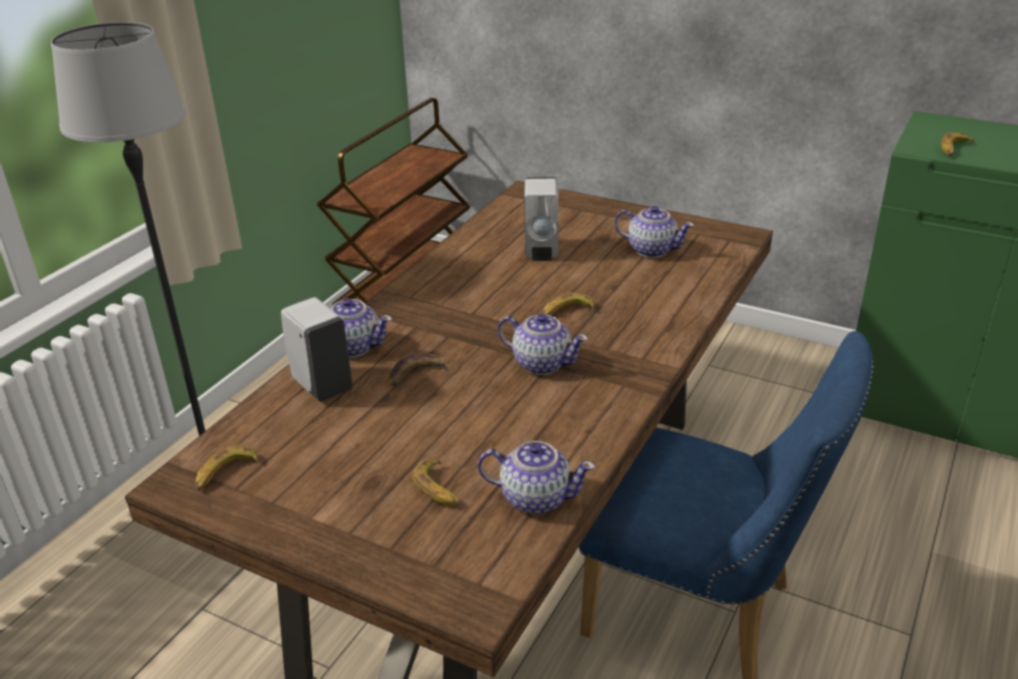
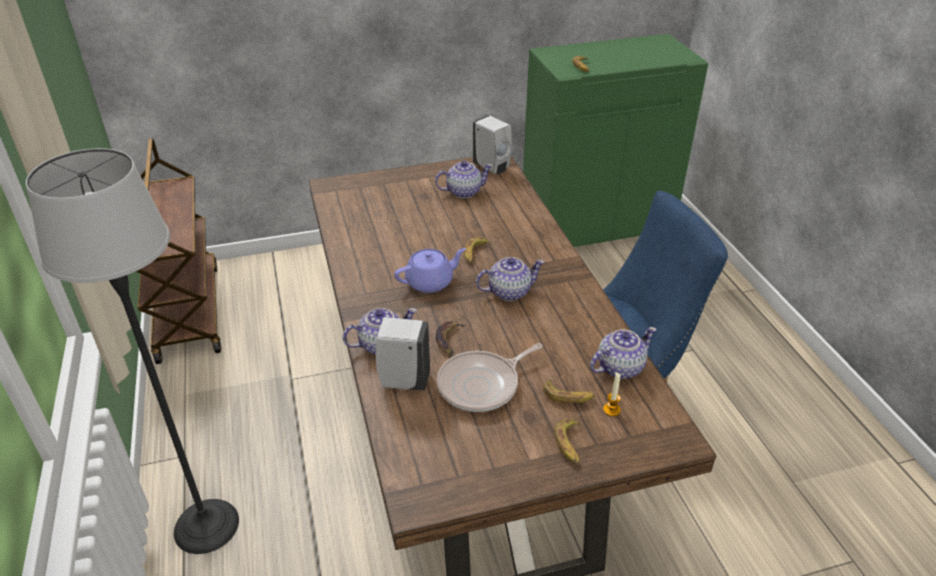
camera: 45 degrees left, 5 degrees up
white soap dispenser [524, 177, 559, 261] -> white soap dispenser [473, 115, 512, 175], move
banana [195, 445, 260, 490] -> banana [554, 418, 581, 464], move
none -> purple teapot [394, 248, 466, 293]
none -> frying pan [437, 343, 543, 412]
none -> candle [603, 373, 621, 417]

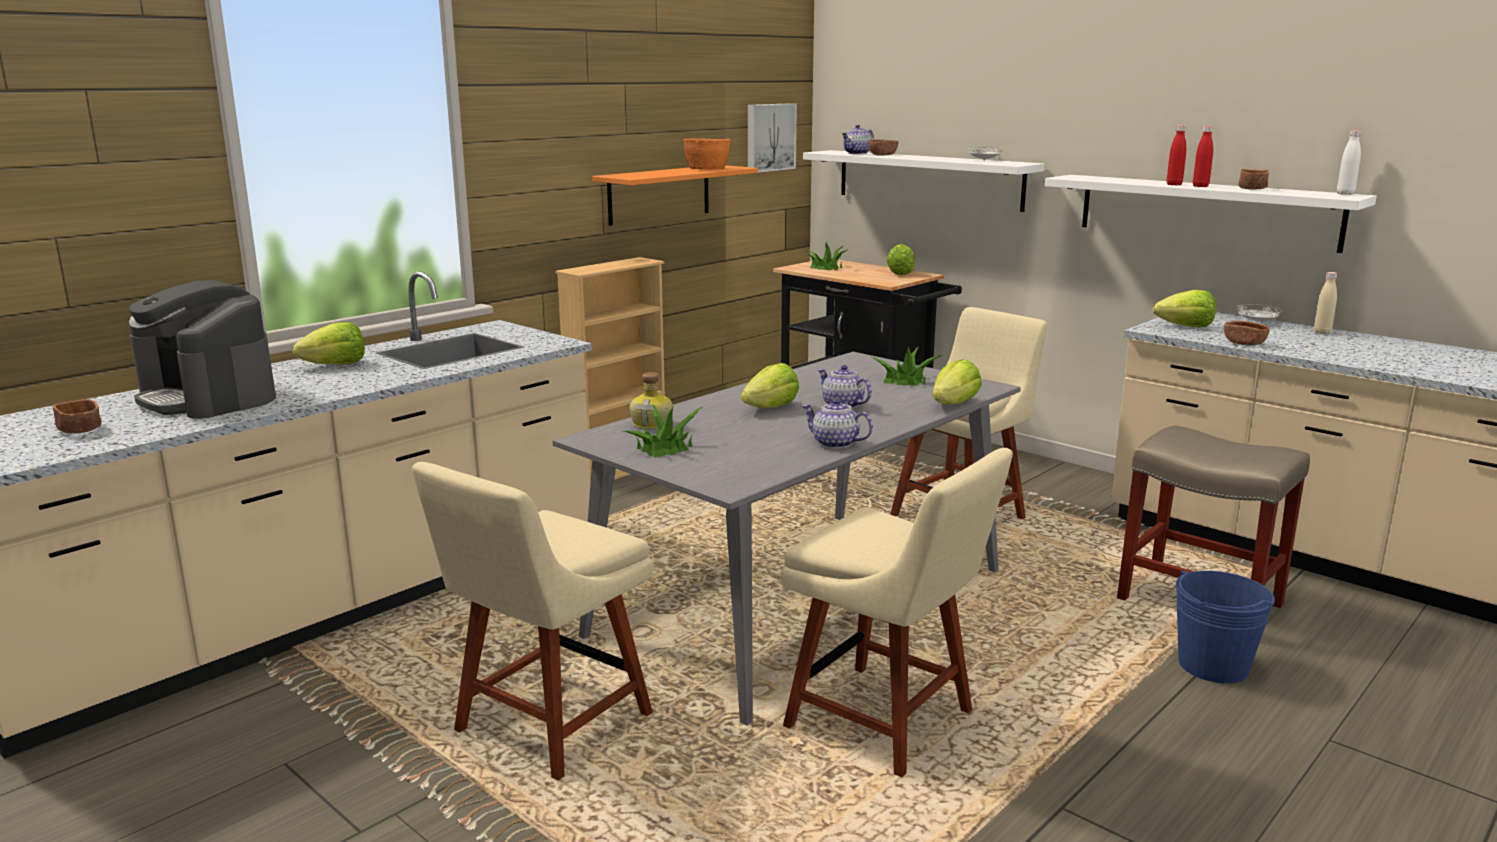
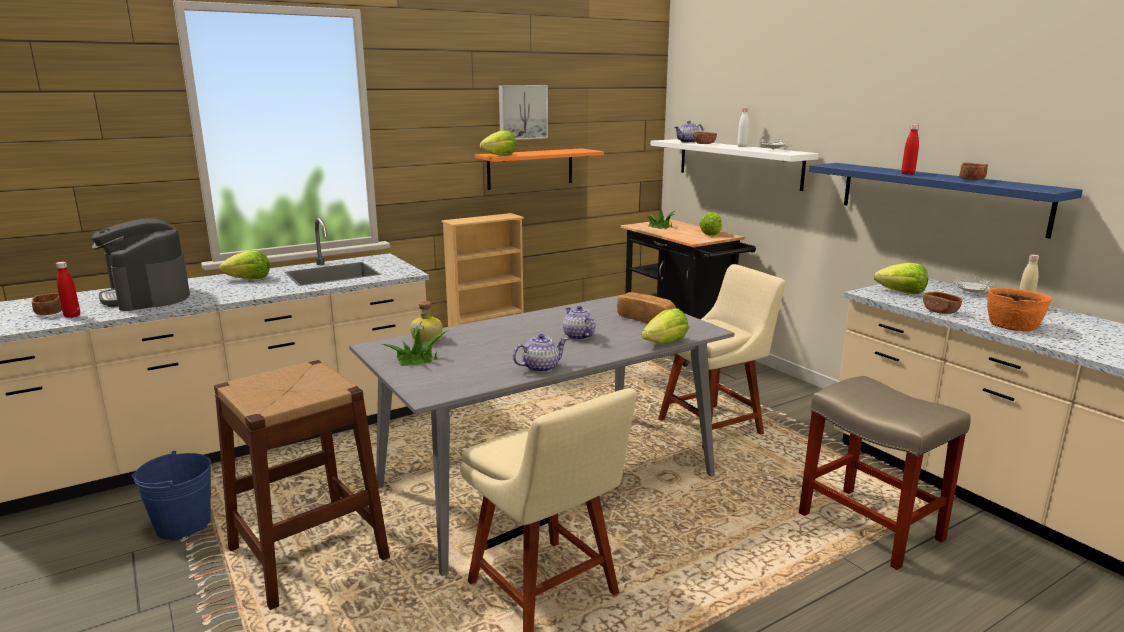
camera: 15 degrees right, 0 degrees up
picture [748, 103, 797, 172] -> picture [499, 85, 548, 140], move
red bottle [1193, 126, 1213, 187] -> red bottle [56, 262, 80, 318], move
white bottle [1337, 130, 1362, 195] -> white bottle [737, 108, 749, 147], move
orange bowl [684, 138, 730, 169] -> orange bowl [987, 287, 1052, 331], move
white shelf [1045, 175, 1377, 253] -> blue shelf [809, 163, 1083, 239]
potted plant [871, 346, 942, 386] -> bread [617, 292, 676, 323]
lettuce [741, 363, 799, 408] -> lettuce [480, 130, 516, 155], move
teapot [802, 399, 873, 449] -> teapot [513, 334, 568, 373], 105 degrees clockwise
beige chair [412, 462, 653, 780] -> brown stool [214, 360, 390, 610]
blue bucket [1176, 570, 1275, 683] -> blue bucket [132, 451, 211, 540], move

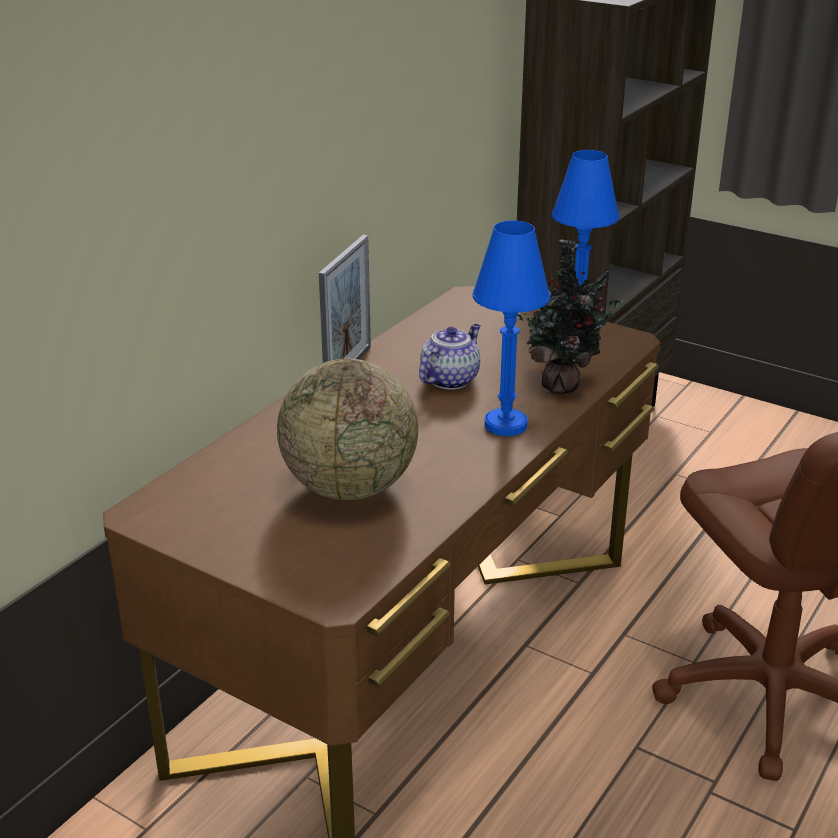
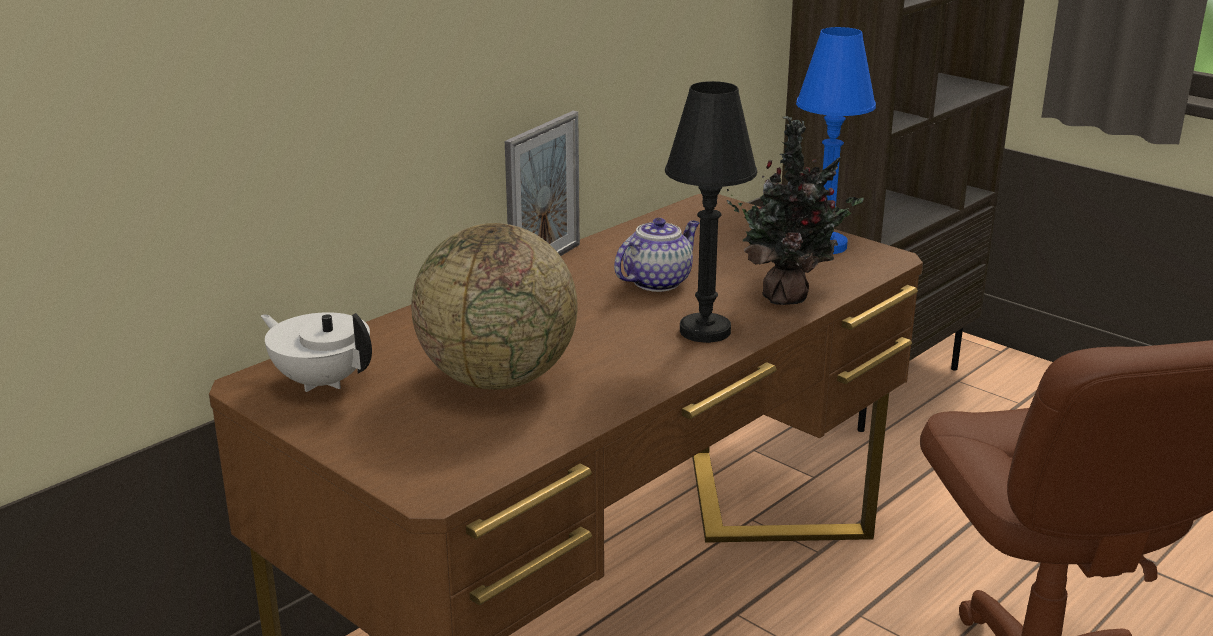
camera: 10 degrees right, 5 degrees down
blue table lamp [473, 220, 550, 436] -> black table lamp [665, 81, 757, 343]
none -> white teapot [261, 312, 372, 392]

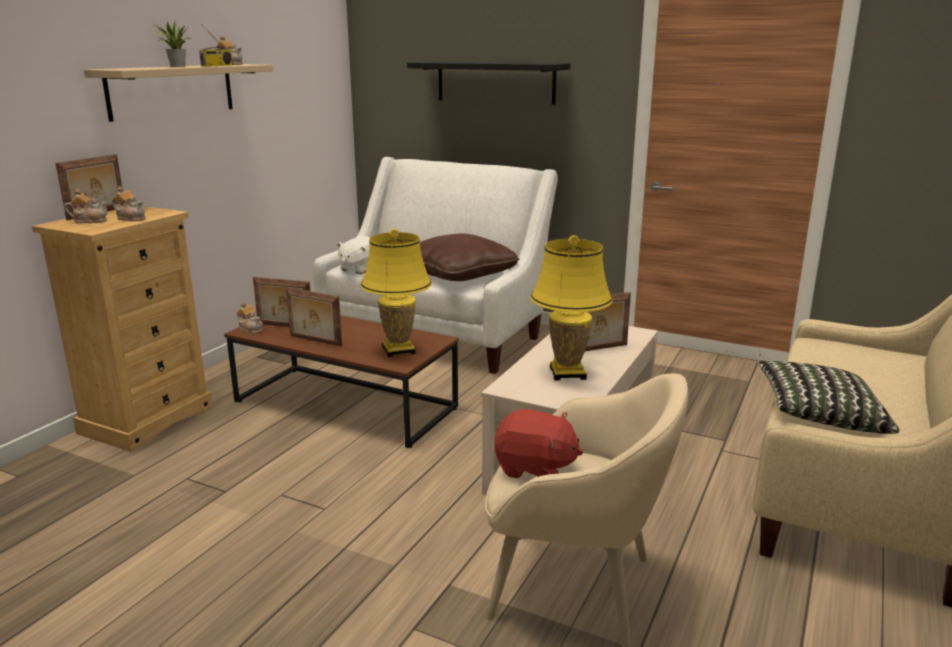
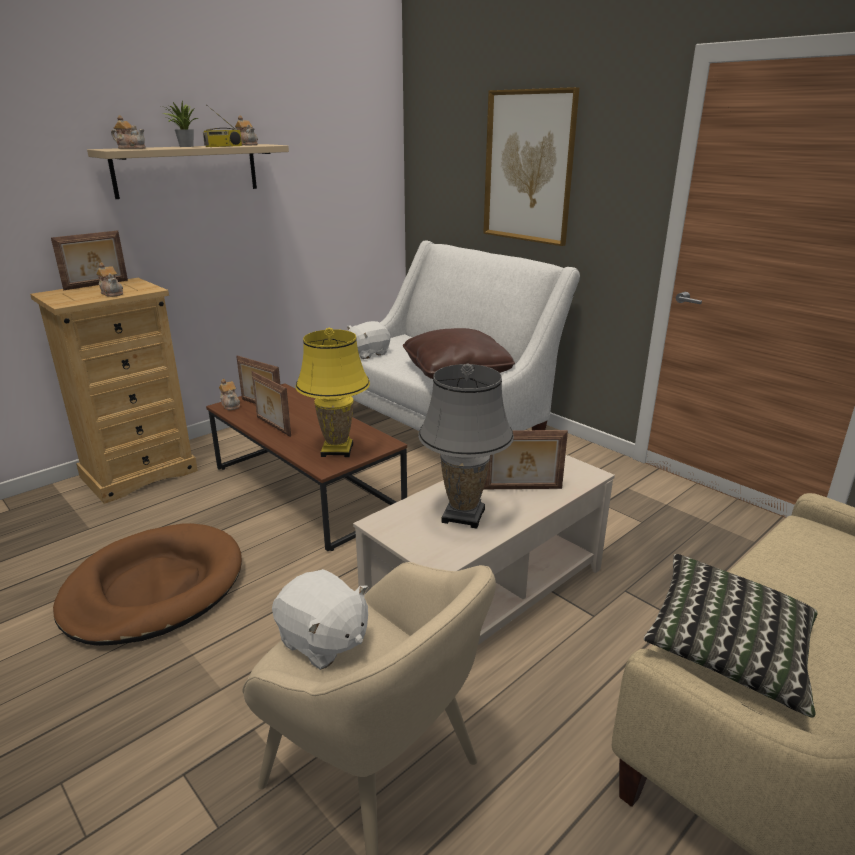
camera: 20 degrees right, 5 degrees up
black shelf [407, 62, 571, 105] -> picture [483, 87, 579, 246]
teapot [64, 189, 108, 223] -> teapot [111, 115, 146, 149], move
yellow table lamp [531, 235, 613, 380] -> grey table lamp [418, 363, 514, 529]
red plush toy [494, 409, 583, 478] -> white plush toy [272, 569, 368, 670]
none -> brown dog bed [53, 523, 242, 646]

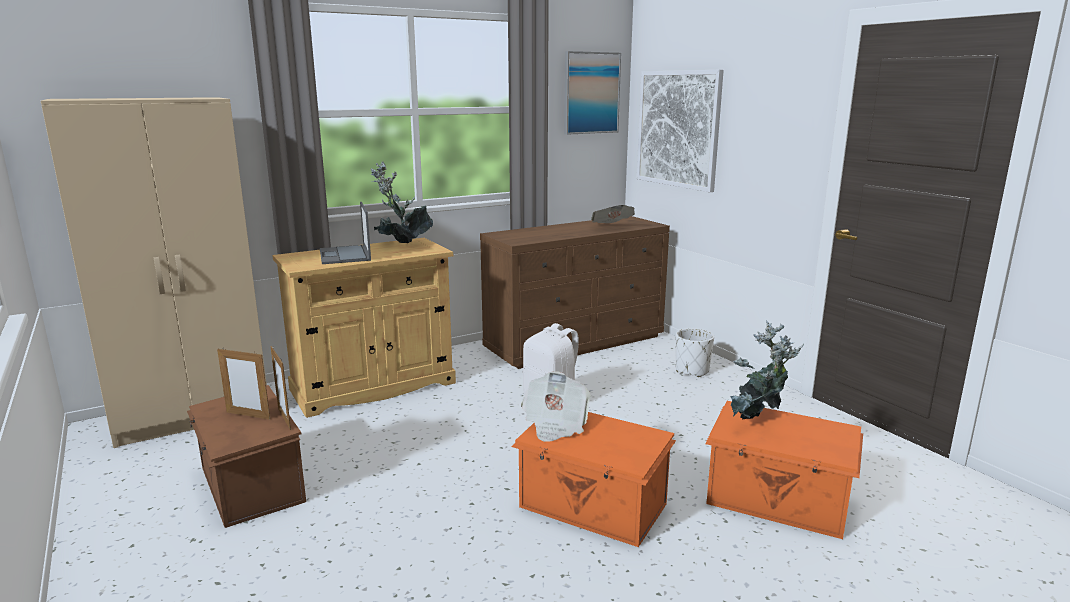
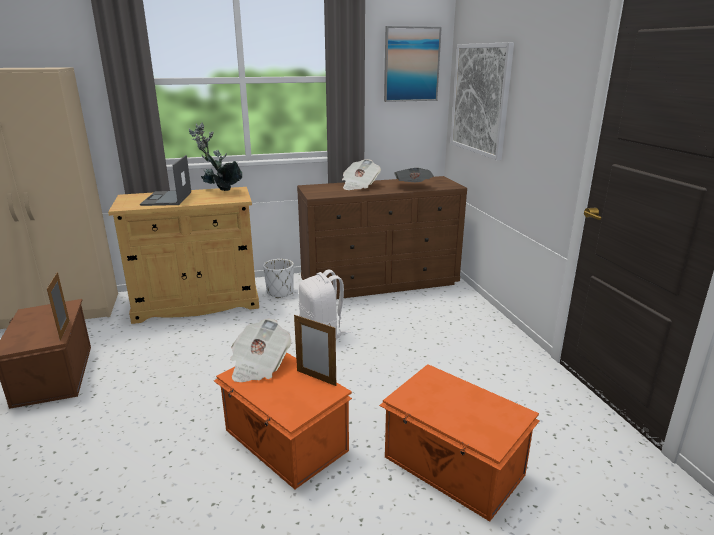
camera: 15 degrees right, 5 degrees up
potted plant [731, 321, 804, 419] -> none
white planter [676, 328, 714, 377] -> white planter [263, 259, 294, 298], move
picture frame [217, 347, 270, 419] -> picture frame [294, 314, 336, 386], move
none -> newspaper [342, 159, 381, 190]

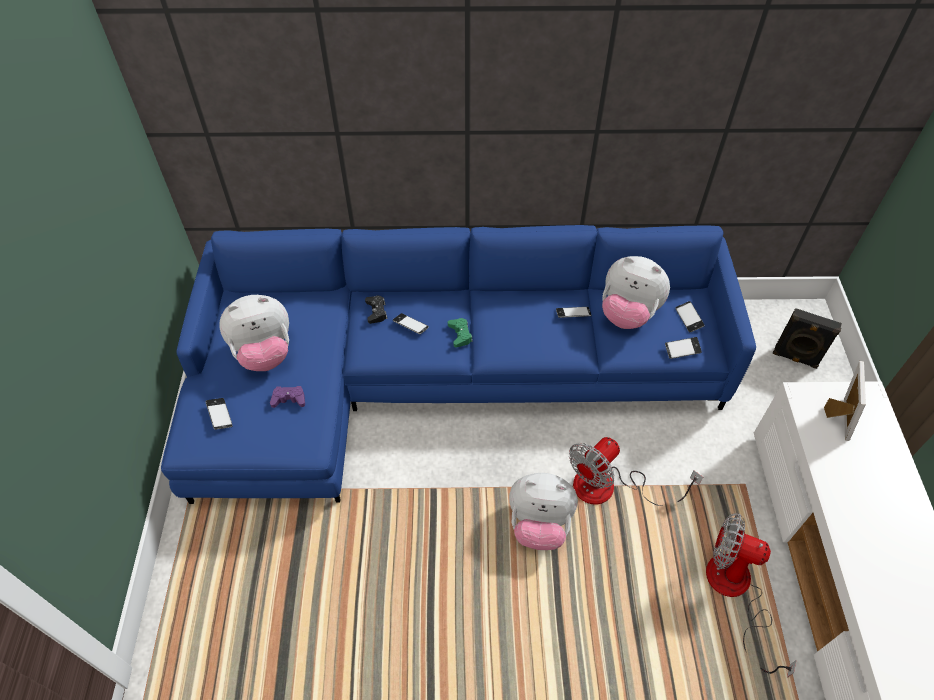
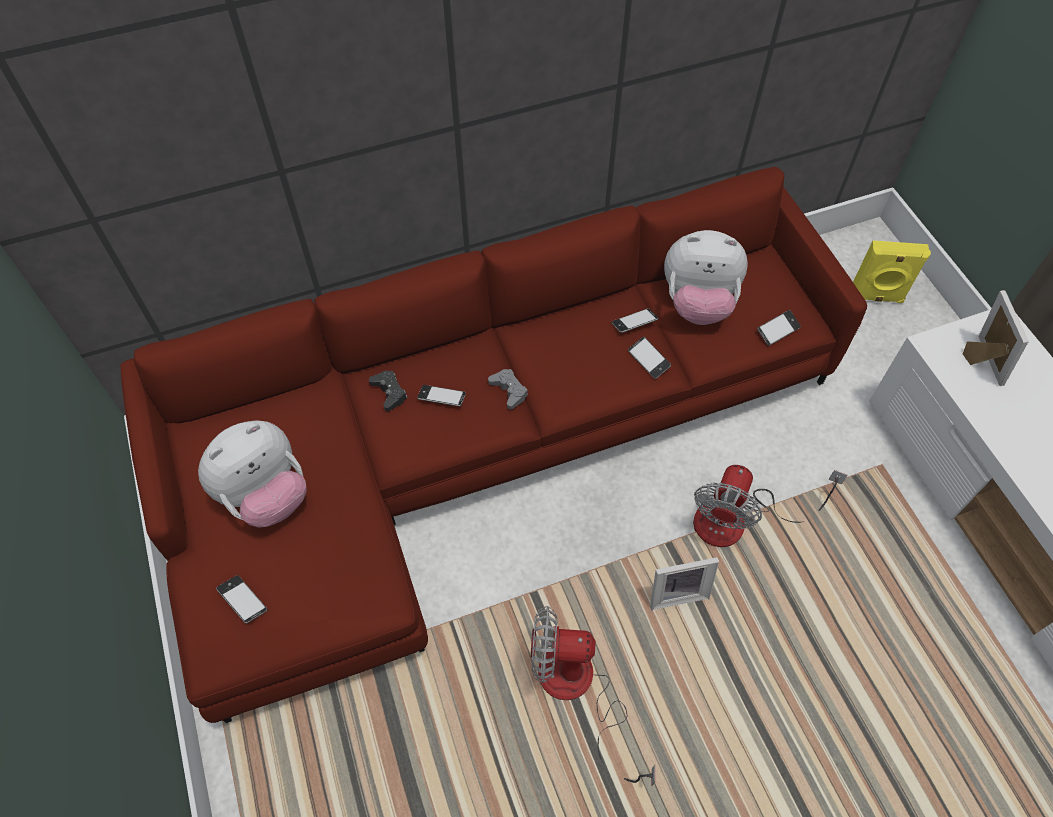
camera: 20 degrees left, 5 degrees up
blue sofa [161, 225, 756, 504] -> red sofa [120, 167, 867, 723]
phone [675, 301, 705, 332] -> phone [628, 337, 671, 379], move
black speaker [772, 308, 842, 369] -> yellow speaker [853, 241, 931, 303]
green game controller [448, 318, 473, 348] -> grey game controller [488, 369, 528, 409]
purple game controller [270, 386, 305, 408] -> none
plush toy [509, 473, 578, 550] -> picture frame [650, 557, 719, 611]
fan [706, 513, 796, 678] -> fan [531, 606, 655, 786], move

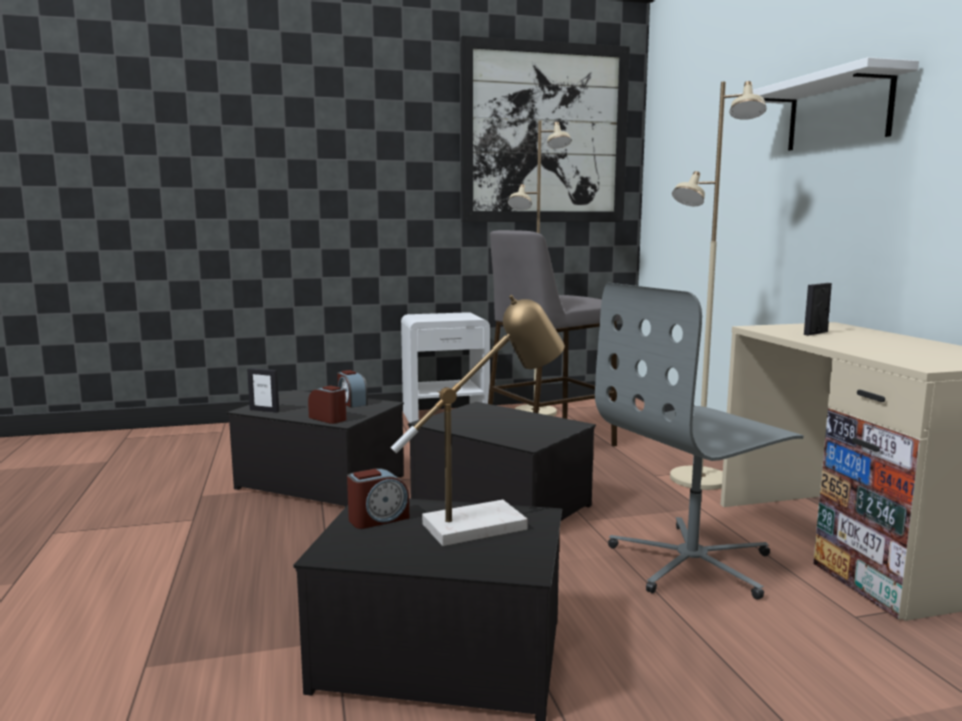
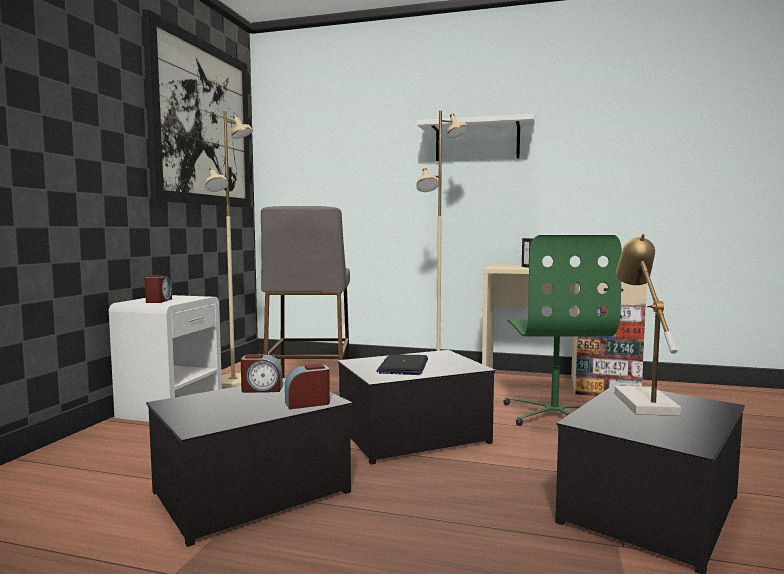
camera: 60 degrees left, 5 degrees down
grey office chair [595, 283, 804, 600] -> green office chair [503, 235, 622, 426]
picture frame [247, 368, 279, 413] -> none
alarm clock [347, 468, 409, 529] -> alarm clock [145, 275, 172, 303], move
none -> laptop [376, 354, 428, 375]

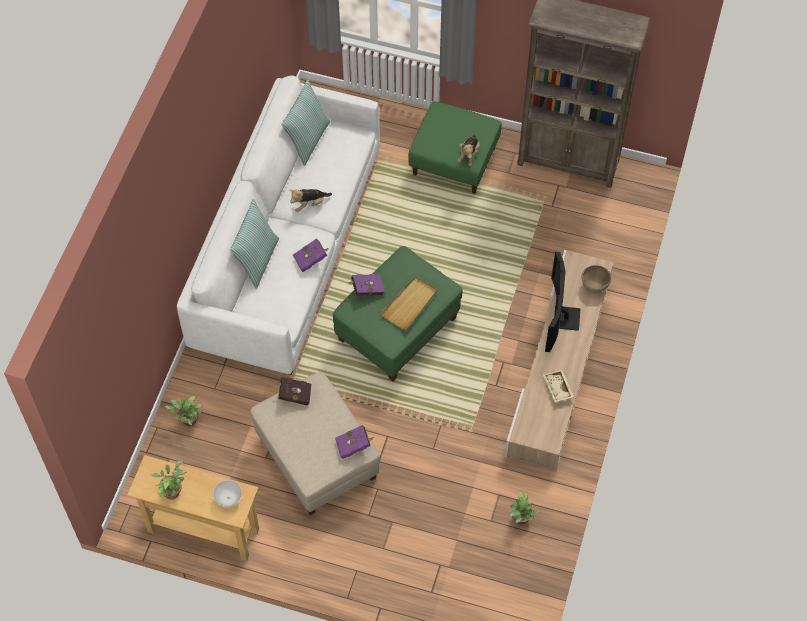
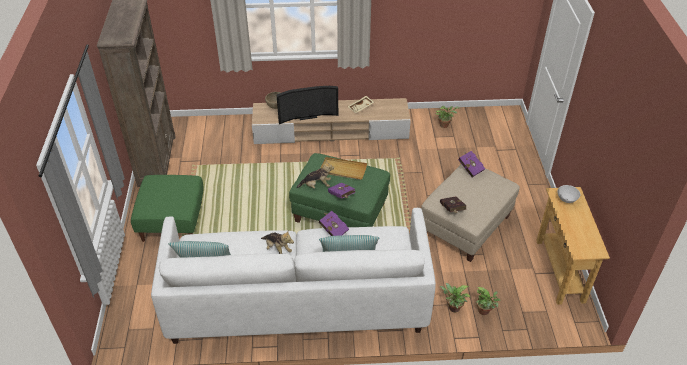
camera: 110 degrees left, 15 degrees down
plush toy [458, 135, 480, 166] -> plush toy [296, 160, 334, 189], move
potted plant [151, 460, 186, 500] -> potted plant [440, 283, 470, 312], move

